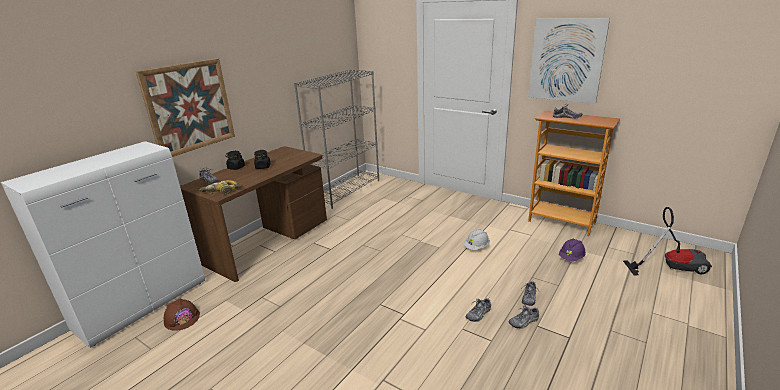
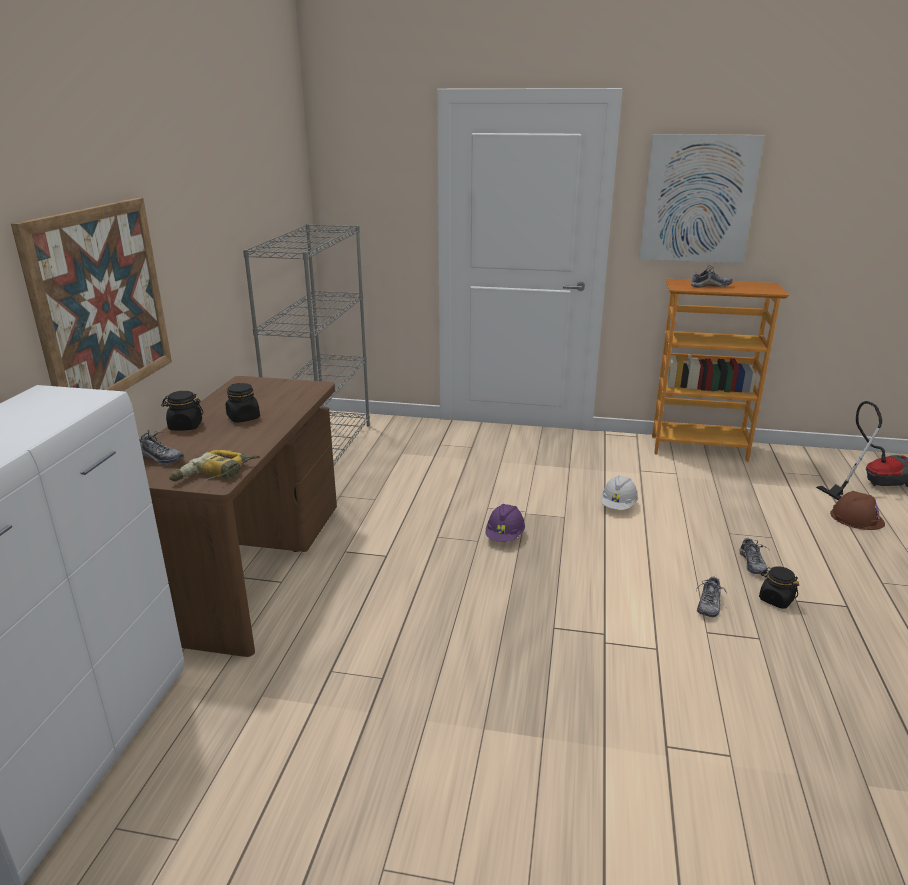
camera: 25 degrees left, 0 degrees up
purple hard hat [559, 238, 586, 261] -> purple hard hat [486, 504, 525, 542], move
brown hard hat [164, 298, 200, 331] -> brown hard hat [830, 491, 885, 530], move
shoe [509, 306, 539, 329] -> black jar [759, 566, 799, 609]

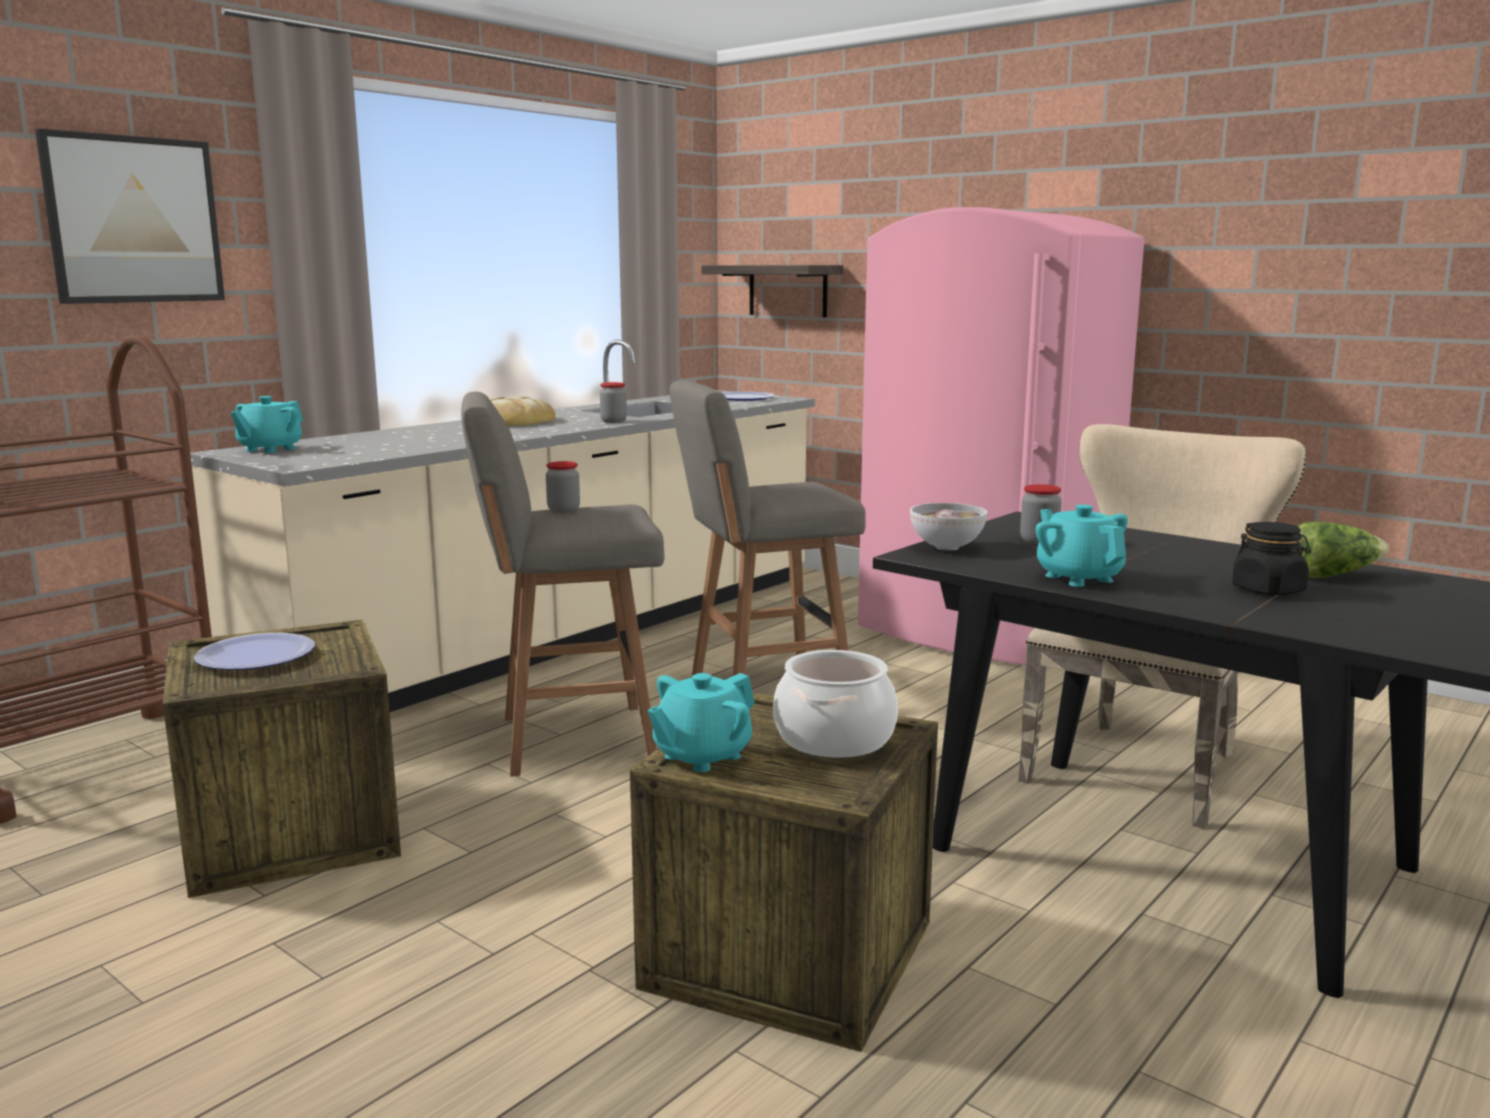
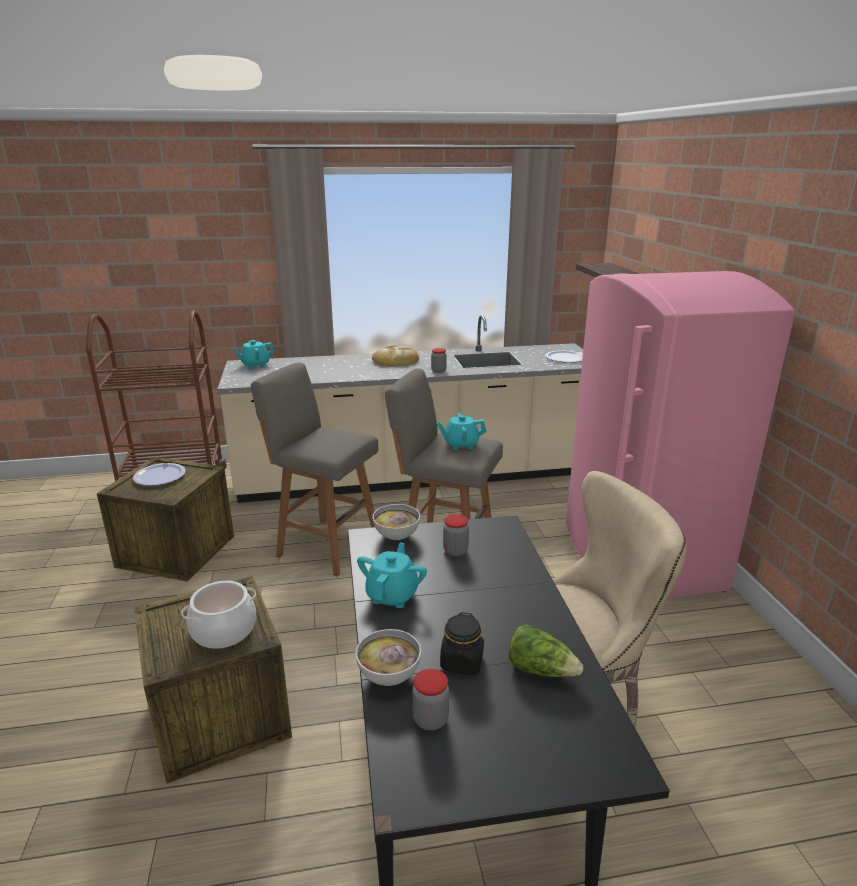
camera: 40 degrees right, 10 degrees up
picture [35, 129, 225, 304] -> none
jar [546, 461, 580, 513] -> jar [413, 669, 449, 731], move
turquoise teapot [648, 673, 755, 772] -> turquoise teapot [437, 413, 487, 450], move
none -> bowl [355, 629, 421, 686]

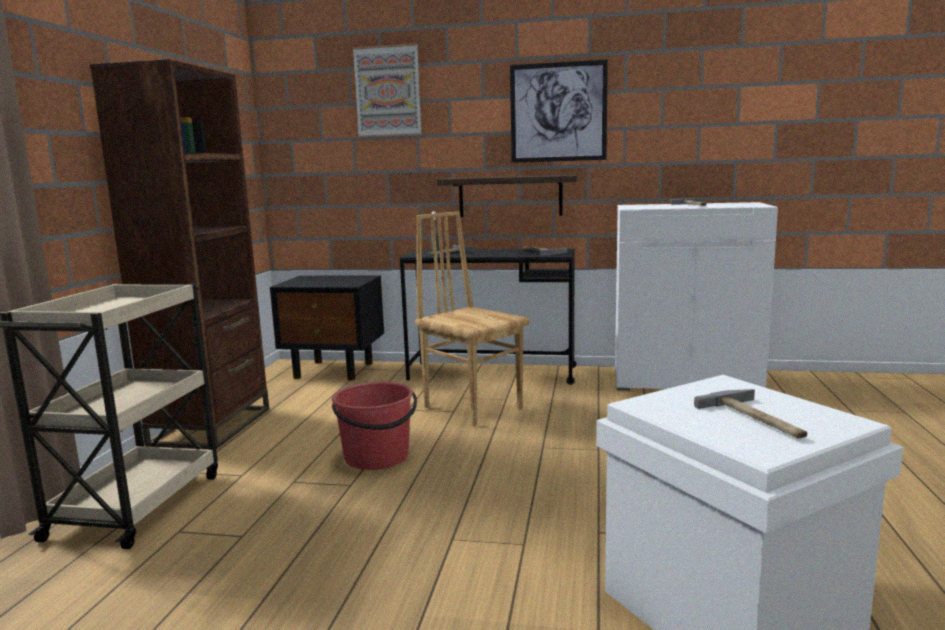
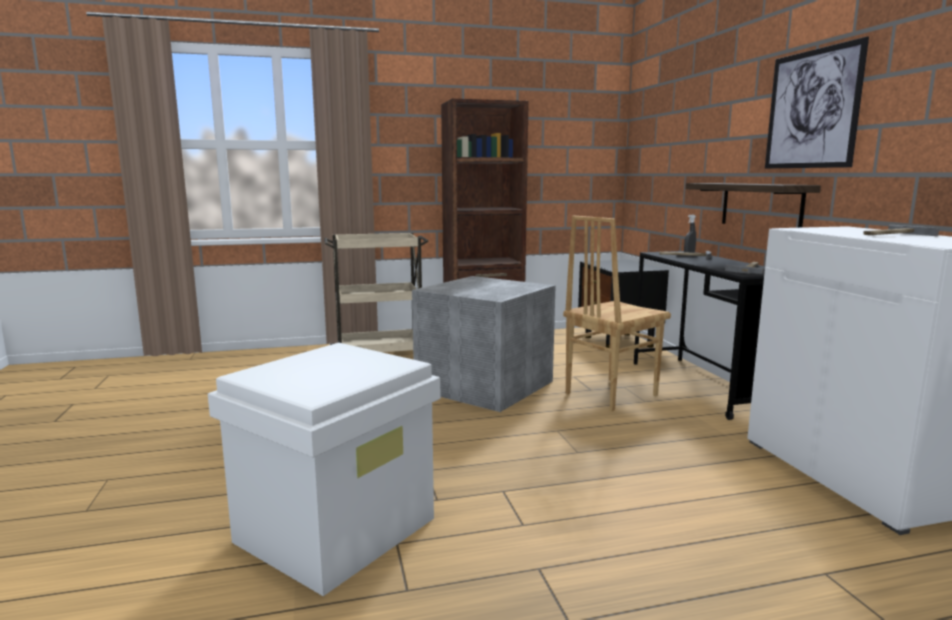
camera: 65 degrees right, 0 degrees up
picture [352, 43, 422, 138] -> none
brown chair [415, 211, 529, 426] -> brown chair [563, 216, 671, 411], 150 degrees counterclockwise
red bucket [332, 382, 417, 470] -> grey storage box [412, 276, 556, 412]
hammer [694, 389, 807, 439] -> none

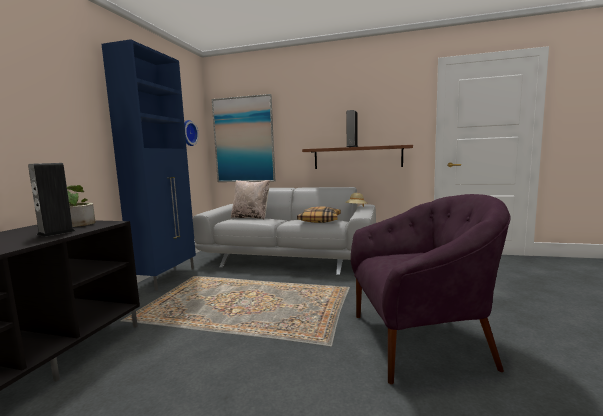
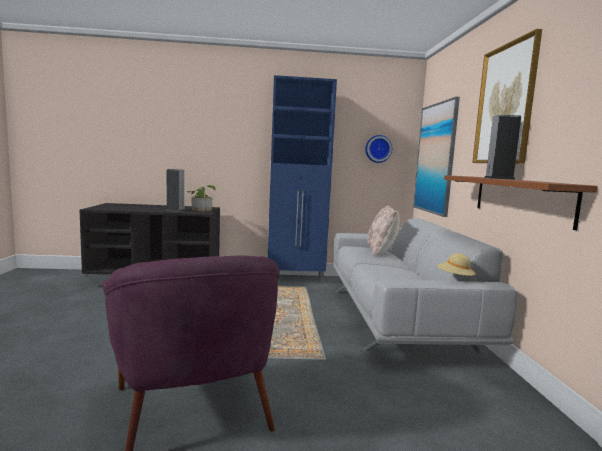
camera: 70 degrees right, 0 degrees up
pillow [297, 207, 341, 223] -> none
none -> picture [472, 29, 542, 164]

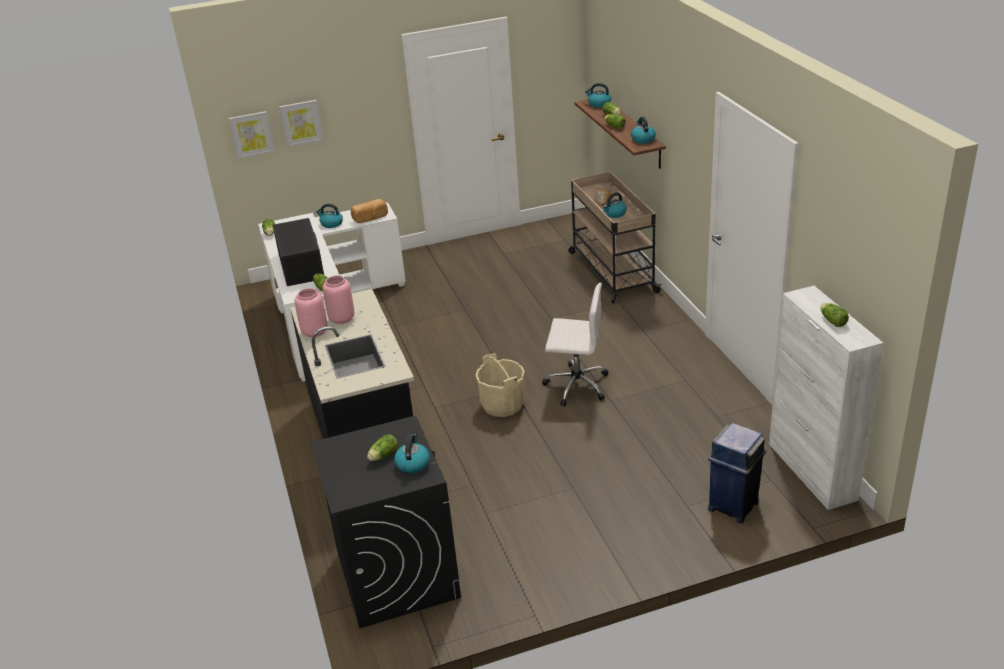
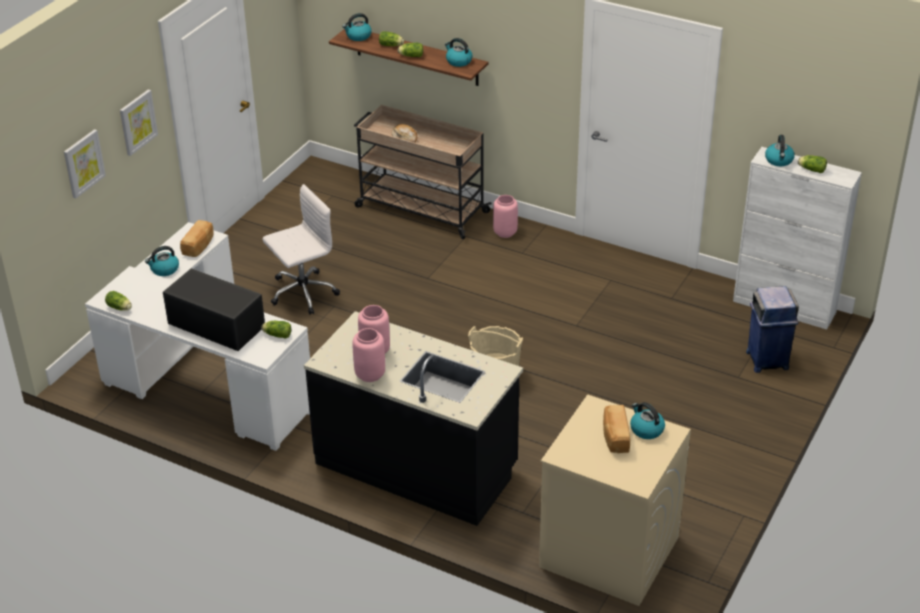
camera: 45 degrees left, 5 degrees up
picture [229, 111, 274, 159] -> picture [120, 90, 158, 156], move
kettle [603, 192, 627, 218] -> kettle [765, 135, 795, 166], move
white office chair [542, 283, 608, 407] -> white office chair [263, 184, 340, 315], move
black washing machine [310, 416, 461, 628] -> beige washing machine [539, 395, 691, 606]
lettuce [367, 435, 398, 461] -> bread [603, 405, 630, 453]
none -> pink vase [493, 195, 518, 238]

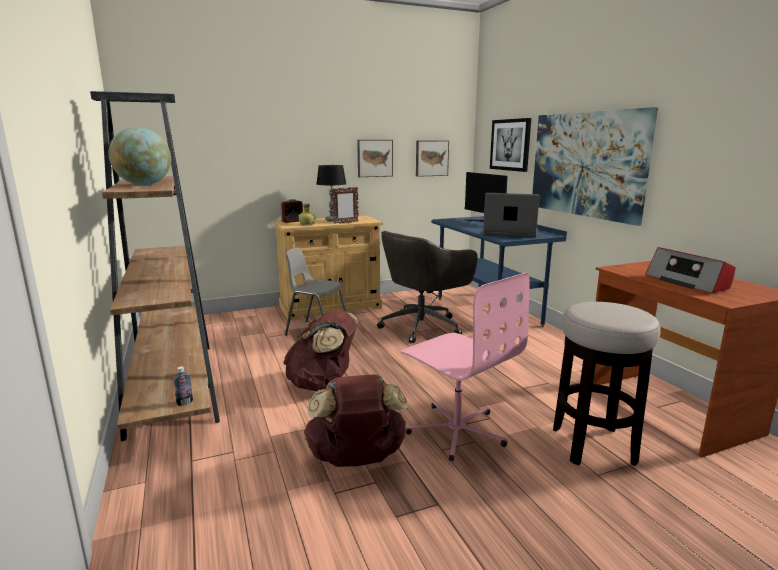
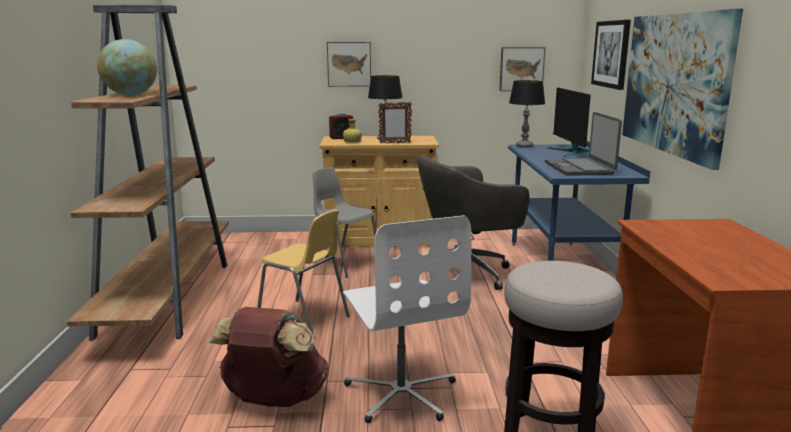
camera: 20 degrees right, 0 degrees up
picture [357, 140, 393, 177] -> picture [327, 42, 371, 87], move
laptop [483, 193, 540, 238] -> laptop [545, 112, 622, 176], 135 degrees counterclockwise
radio [645, 247, 736, 294] -> none
pink office chair [401, 272, 530, 461] -> white office chair [343, 215, 471, 423]
brown backpack [283, 310, 358, 391] -> yellow chair [257, 210, 350, 339]
bottle [173, 366, 193, 406] -> none
none -> table lamp [509, 80, 545, 147]

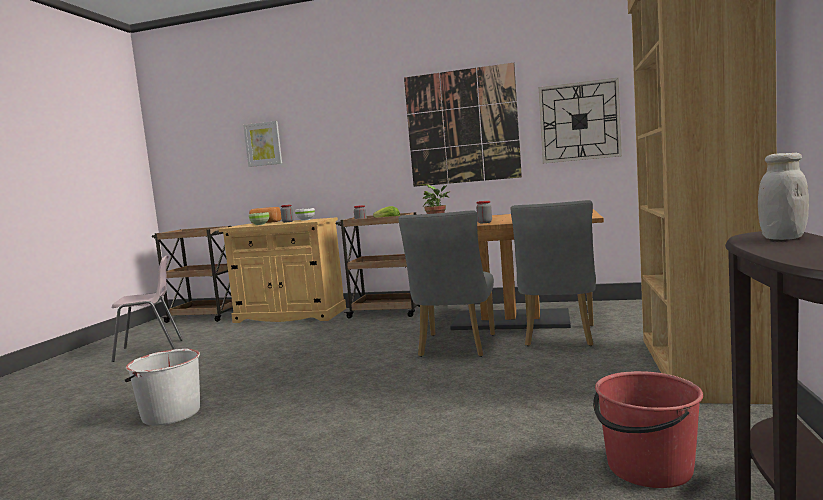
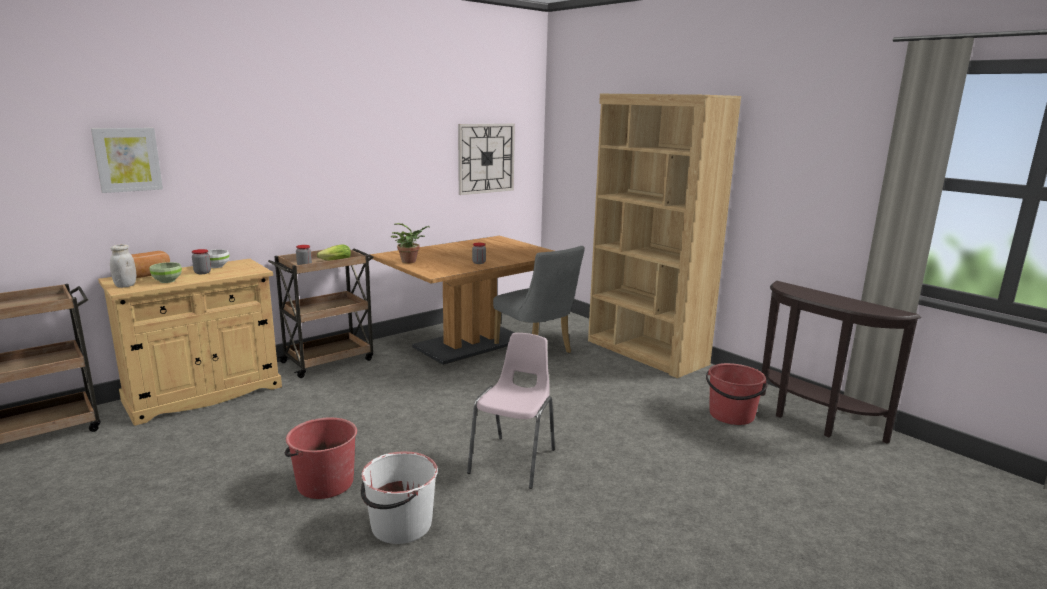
camera: 55 degrees left, 10 degrees up
picture [404, 63, 522, 187] -> none
white jar [758, 153, 809, 240] -> white jar [110, 244, 136, 288], move
grey chair [398, 210, 495, 357] -> none
pink chair [112, 256, 183, 362] -> pink chair [467, 333, 555, 489], move
none -> red bucket [285, 417, 357, 499]

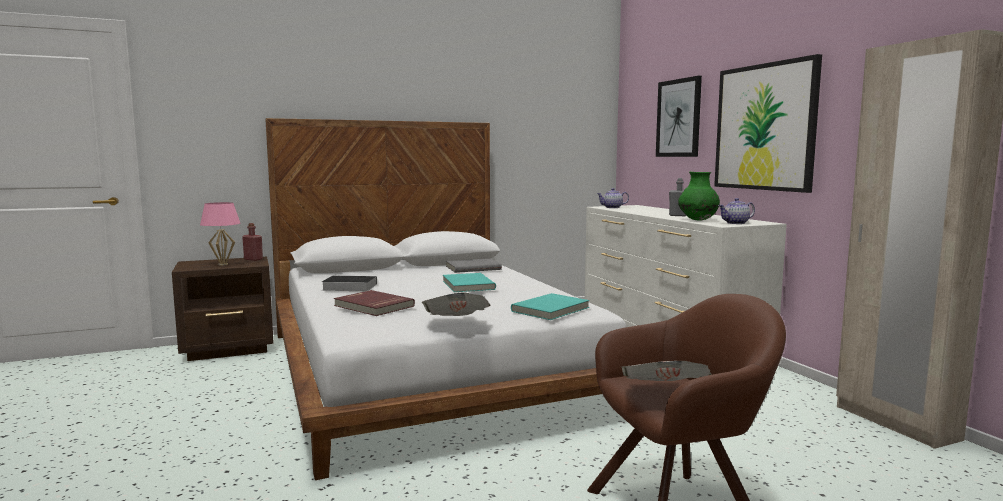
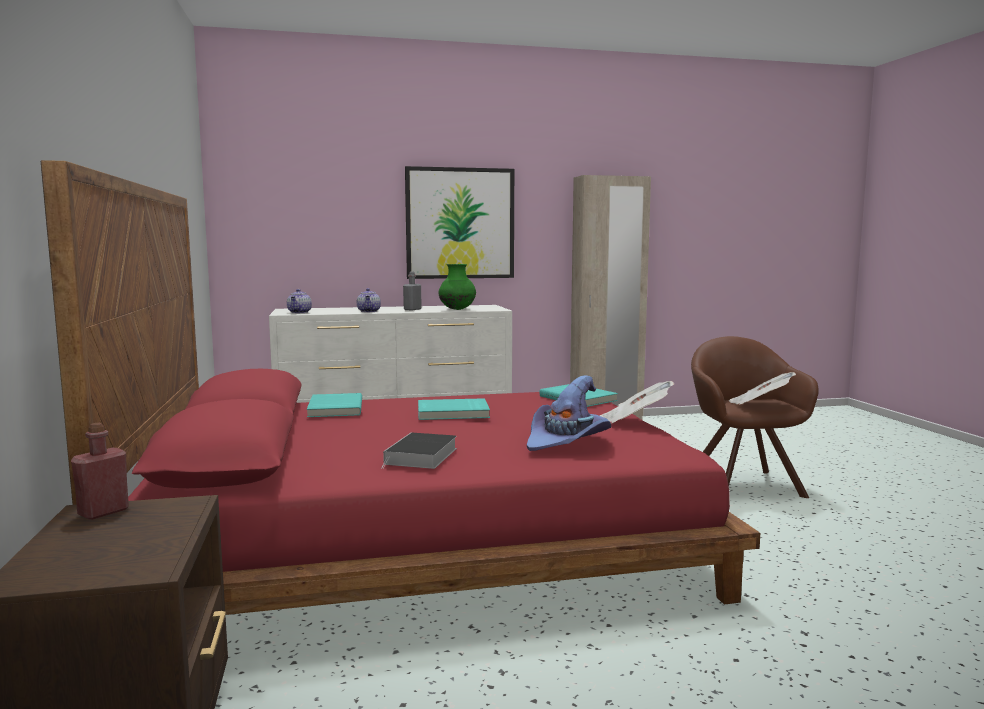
camera: 80 degrees left, 0 degrees up
picture [656, 76, 702, 157] -> none
white bed [265, 118, 627, 480] -> red bed [41, 160, 760, 615]
teapot [718, 198, 755, 224] -> teapot [357, 288, 381, 312], move
pink table lamp [200, 202, 240, 266] -> none
grey book [446, 258, 502, 273] -> turquoise book [307, 393, 362, 417]
red book [334, 290, 415, 316] -> purple hat [527, 375, 612, 451]

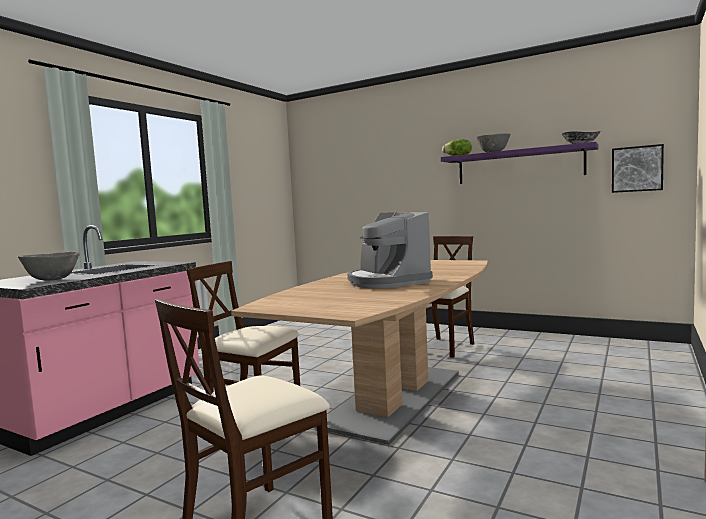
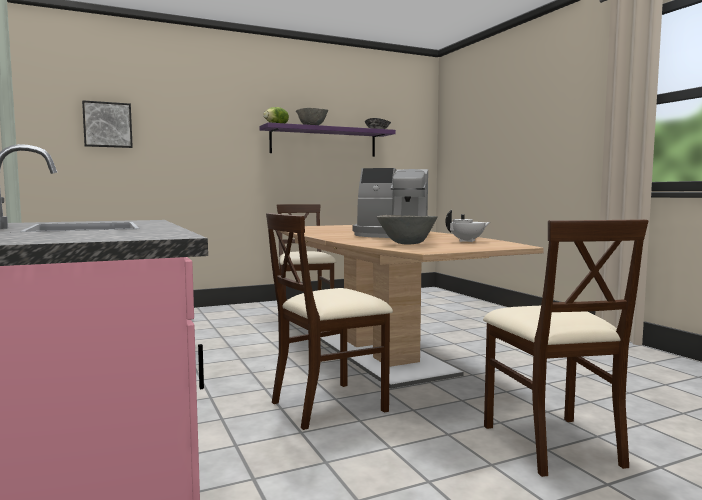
camera: 55 degrees left, 0 degrees up
picture [612, 144, 664, 193] -> picture [82, 100, 133, 148], move
grey bowl [18, 252, 80, 281] -> grey bowl [377, 215, 438, 245], move
none -> white teapot [445, 210, 490, 242]

